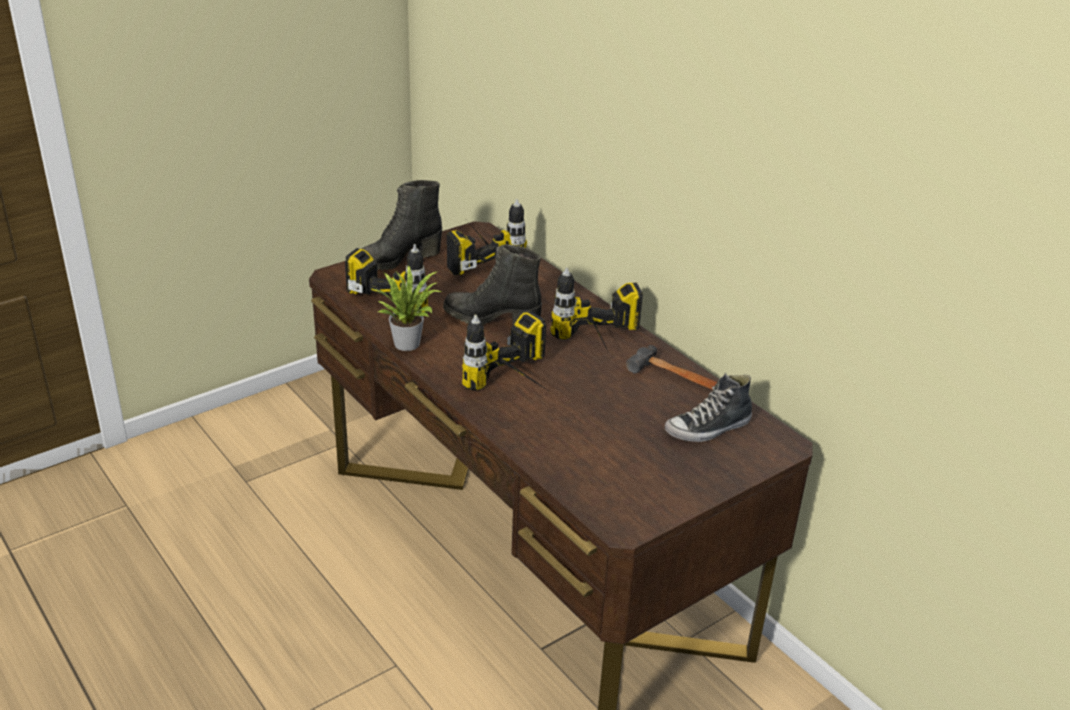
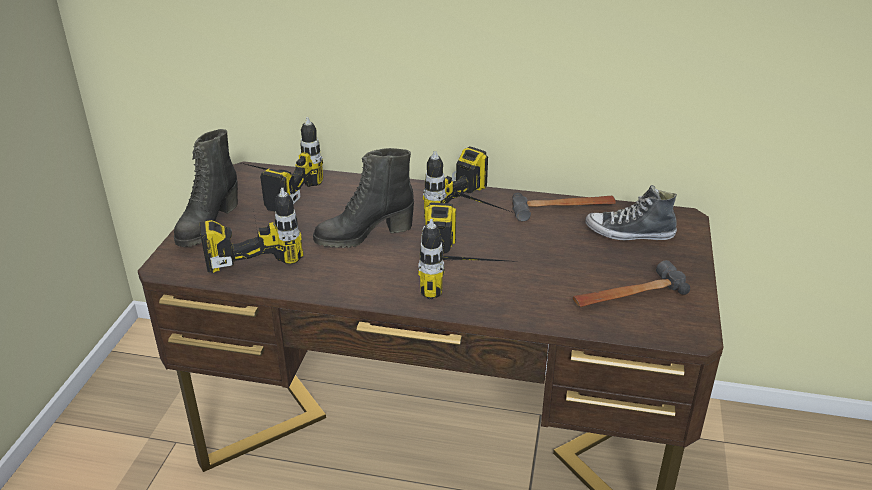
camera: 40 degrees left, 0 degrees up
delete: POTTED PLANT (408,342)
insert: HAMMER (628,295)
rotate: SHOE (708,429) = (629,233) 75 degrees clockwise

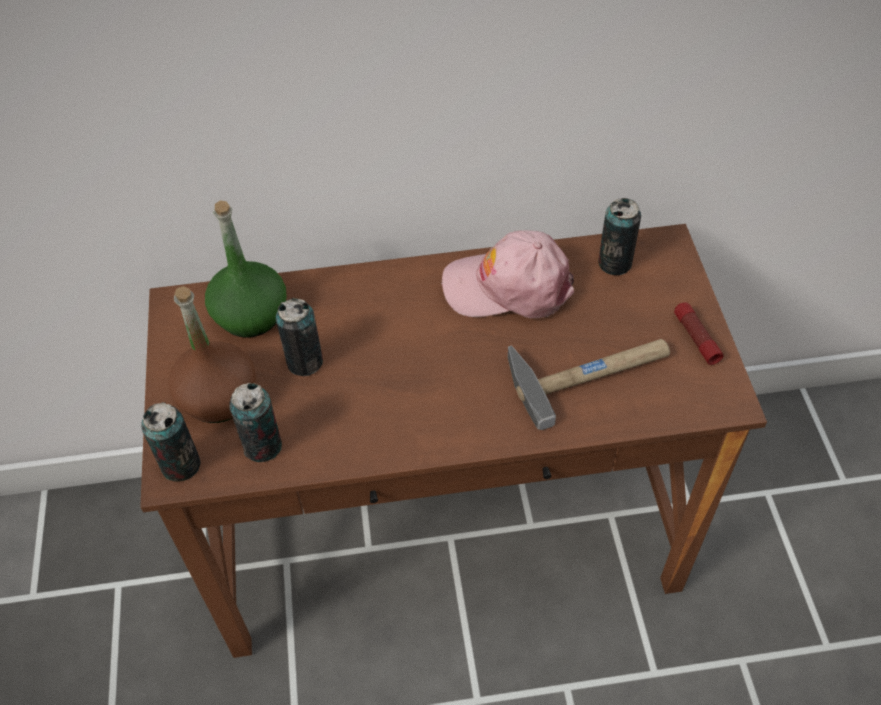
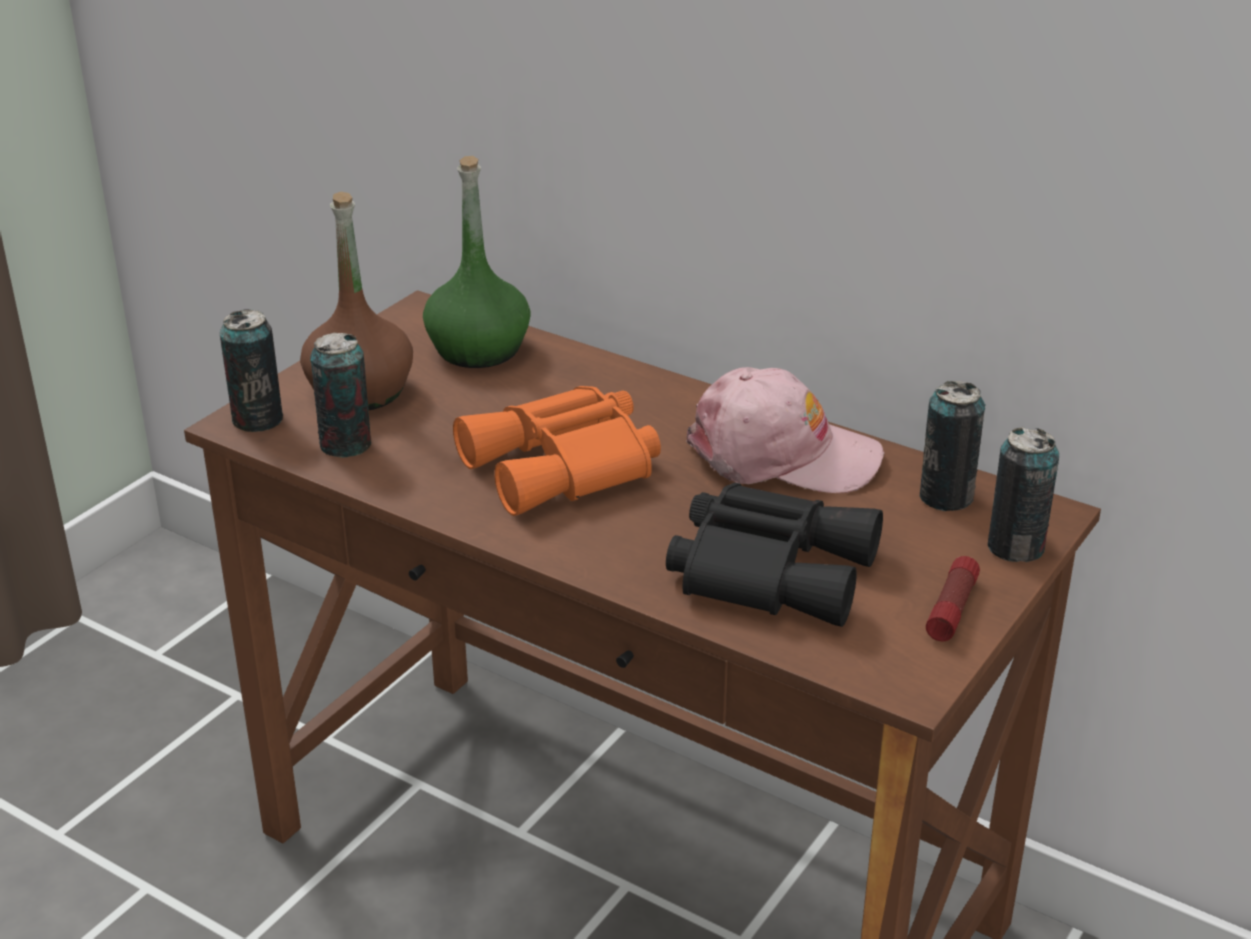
camera: 40 degrees right, 20 degrees down
insert: ORANGE BINOCULARS (565,467)
move: CAN (305,362) to (1015,547)
replace: HAMMER (590,371) to BLACK BINOCULARS (770,568)
rotate: PINK CAP (508,286) = (782,454) 150 degrees clockwise

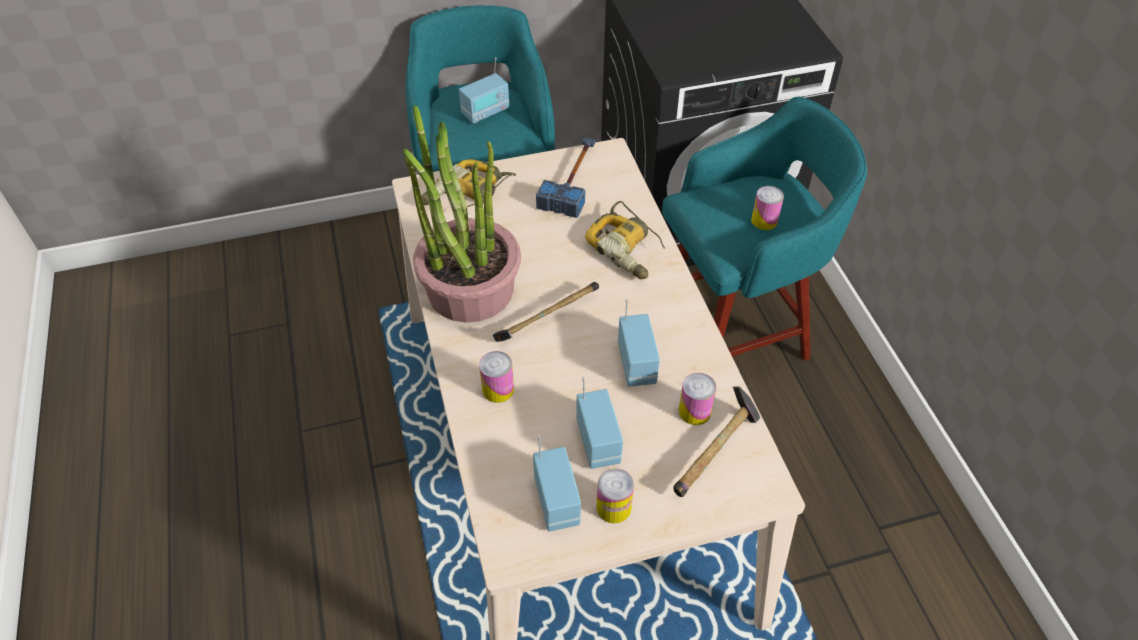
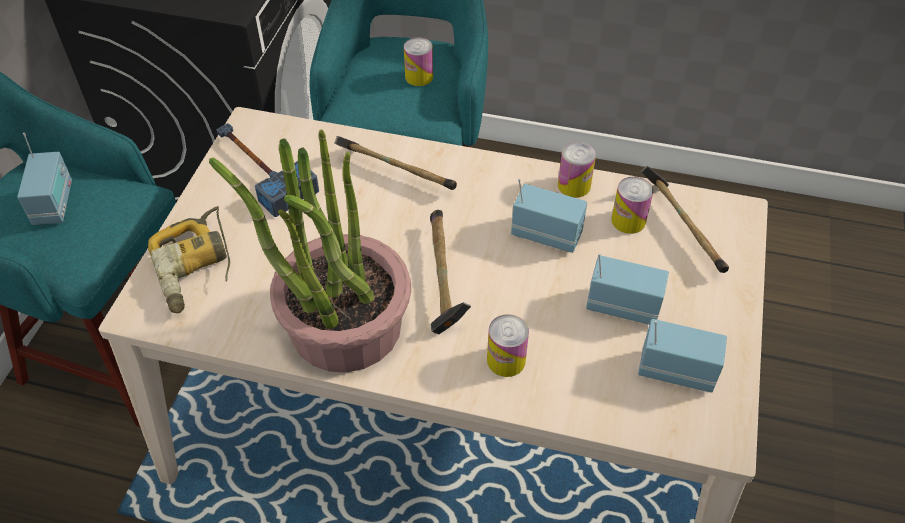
camera: 60 degrees left, 0 degrees up
move: CAN (613,507) to (574,185)
replace: POWER DRILL (628,248) to HAMMER (394,173)

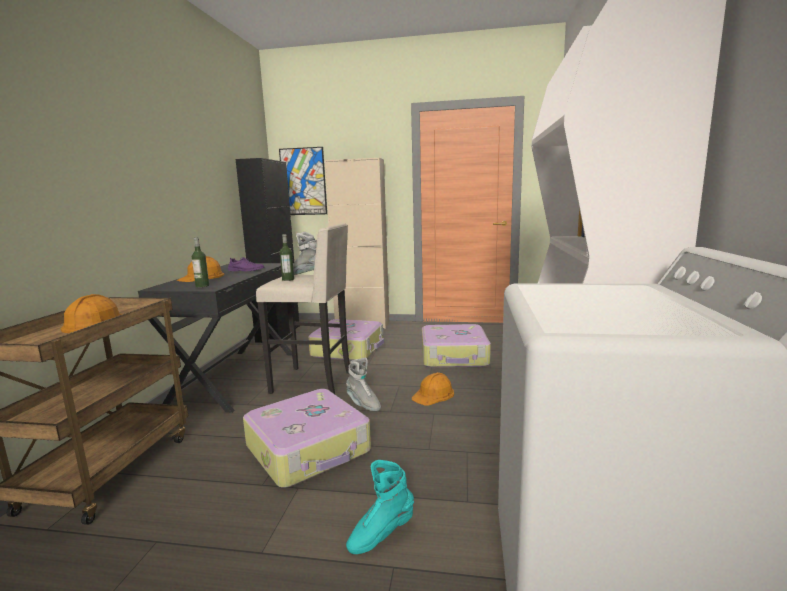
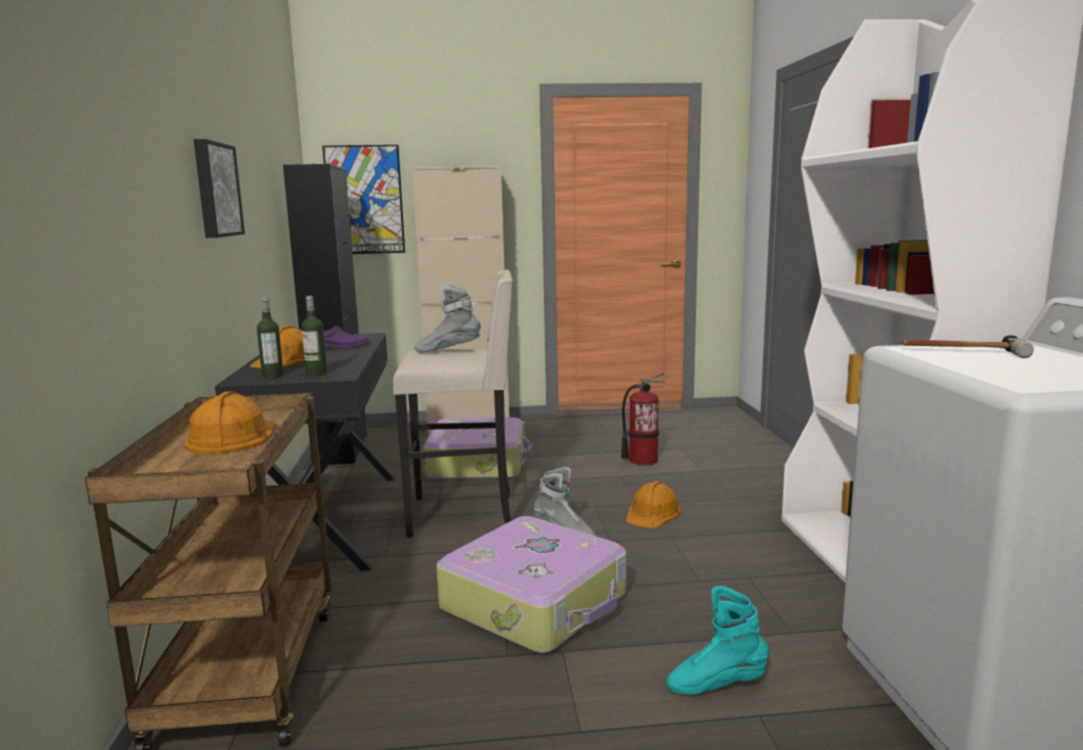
camera: 15 degrees left, 0 degrees up
insert: PICTURE (215,190); HAMMER (962,351)
move: BOTTLE (288,279) to (272,375)
replace: SUITCASE (454,356) to FIRE EXTINGUISHER (642,460)
rotate: TURQUOISE BOOT (381,534) = (716,684) 45 degrees clockwise

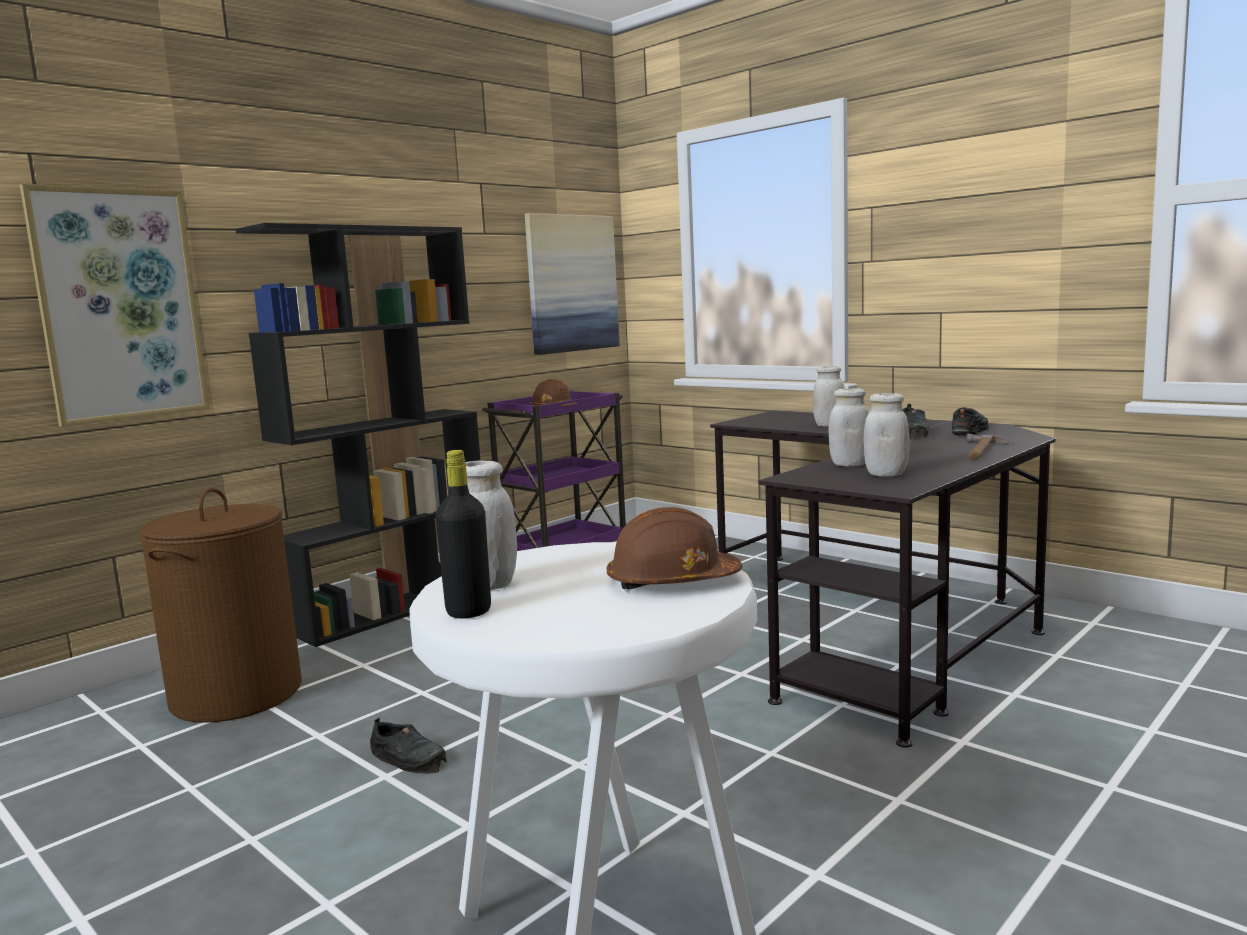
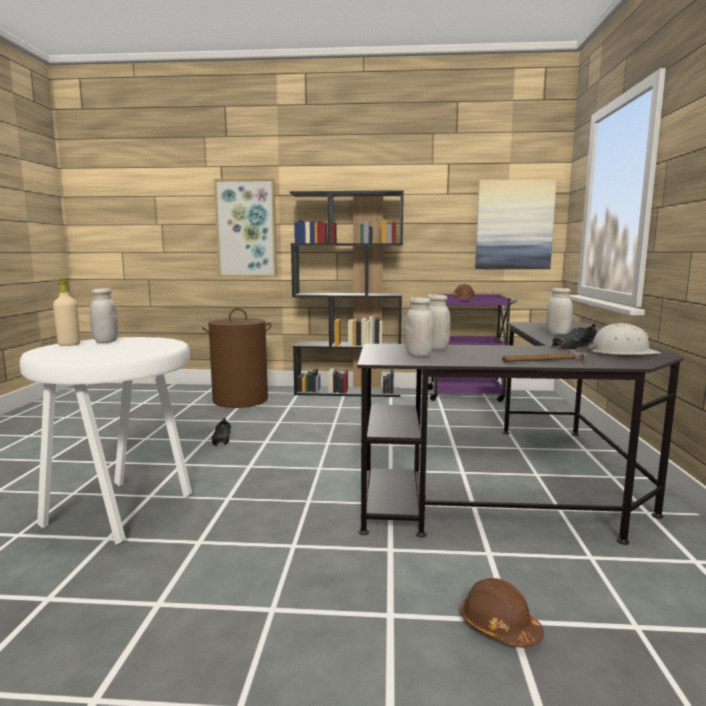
camera: 50 degrees right, 0 degrees up
move: BROWN HARD HAT (672,582) to (499,627)
replace: BLACK SHOE (969,430) to WHITE HARD HAT (622,352)
recolor: BLACK BOTTLE (468,611) to BEIGE BOTTLE (69,344)

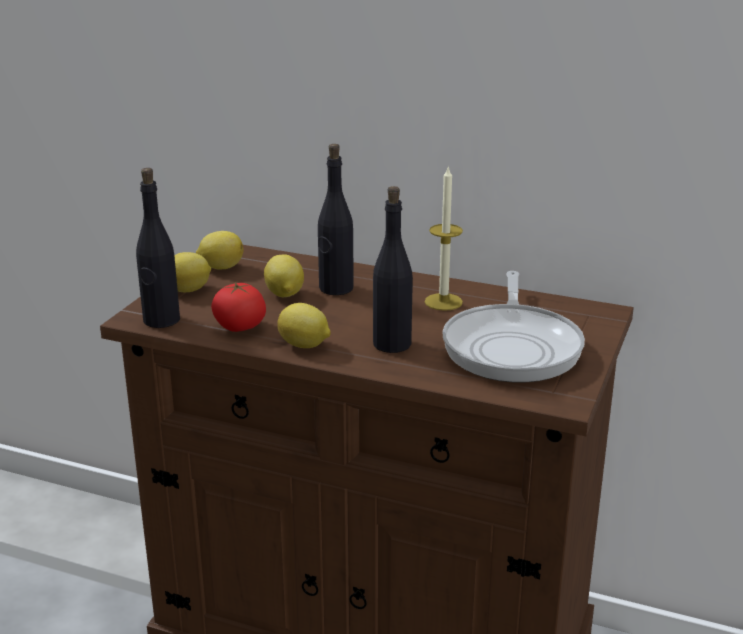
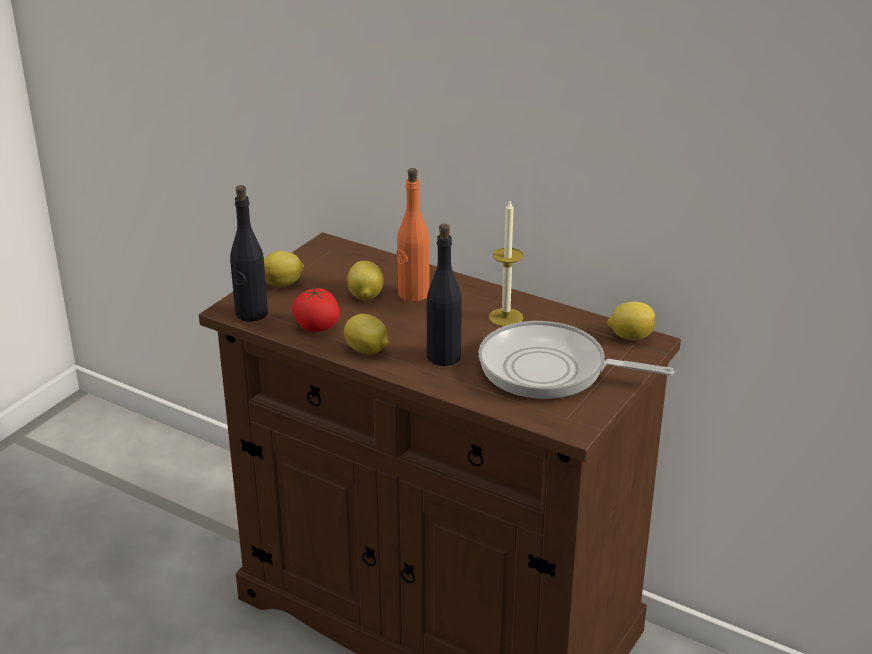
camera: 10 degrees right, 5 degrees up
move: LEMON (220,267) to (630,337)
recolor: BLACK BOTTLE (335,288) to ORANGE BOTTLE (413,294)
rotate: FRYING PAN (512,347) = (550,370) 90 degrees clockwise

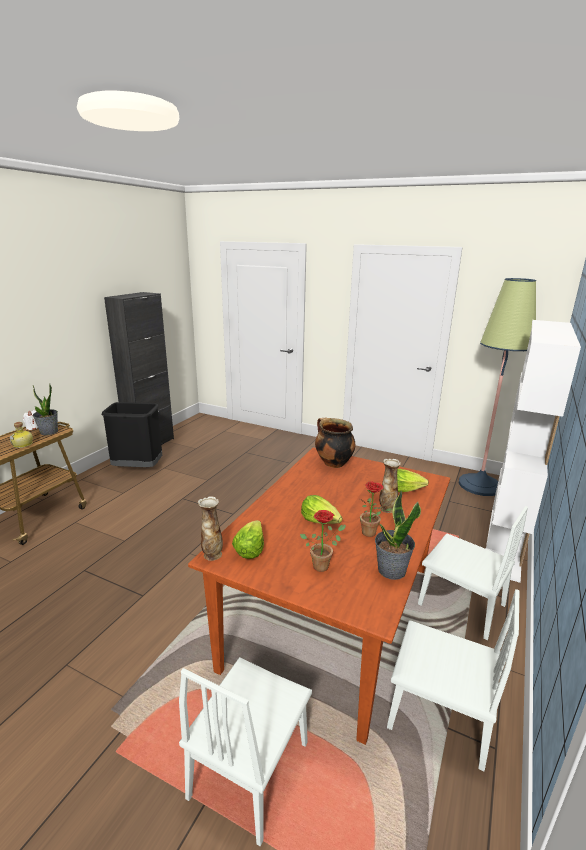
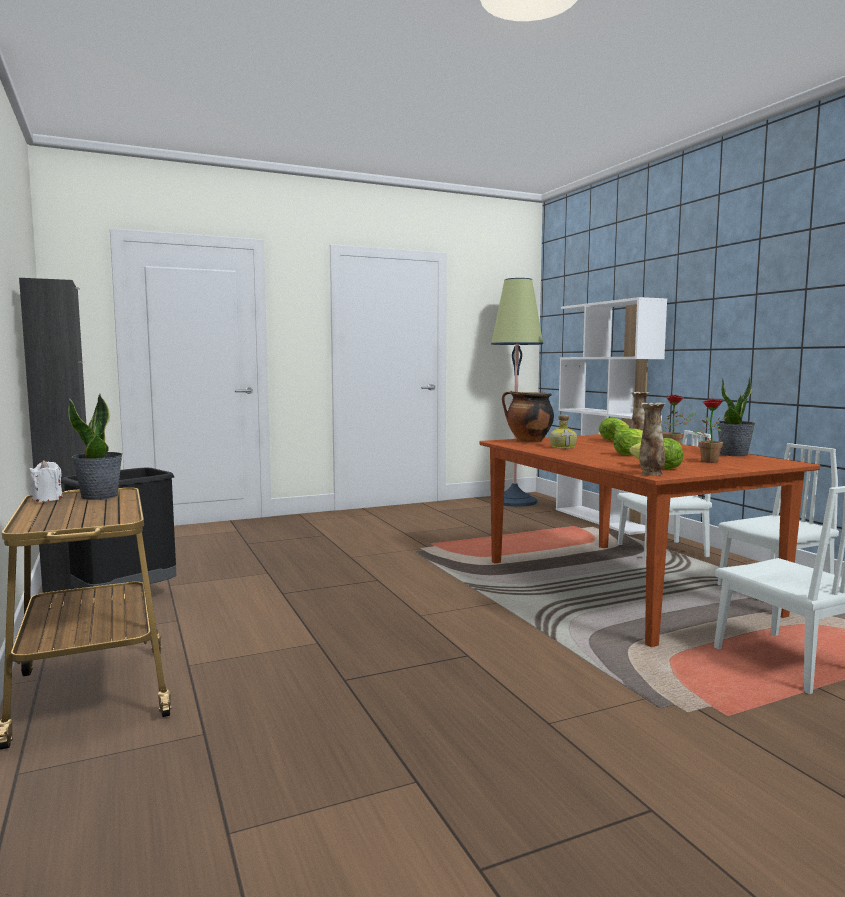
camera: 50 degrees left, 15 degrees down
move: BOTTLE (23,444) to (563,447)

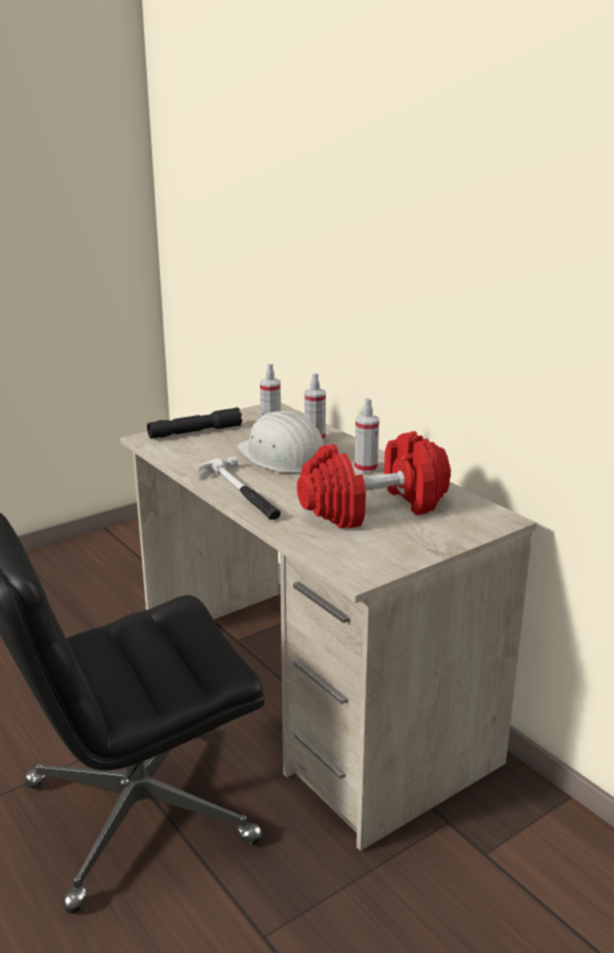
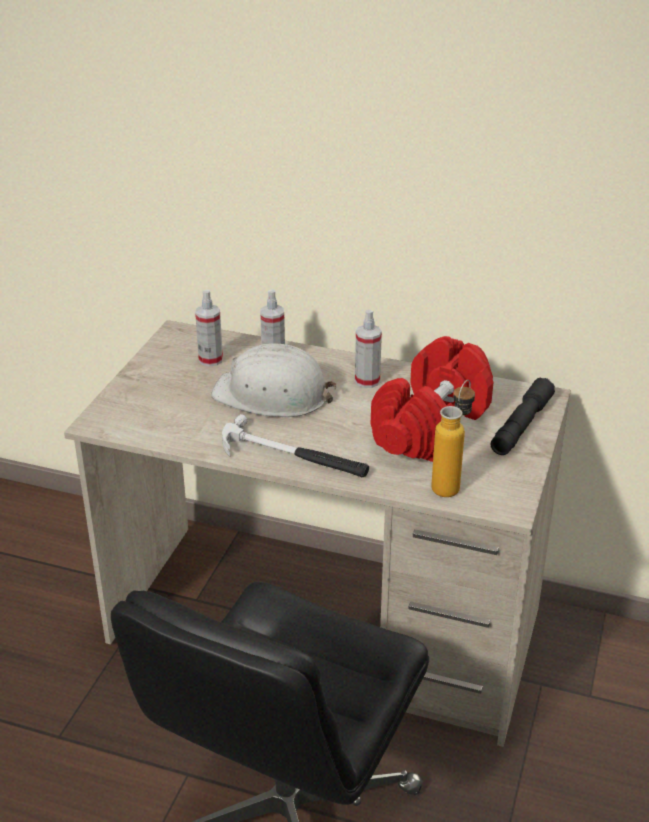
camera: 35 degrees left, 10 degrees up
insert: BOTTLE (450,483)
move: BLACK FLASHLIGHT (195,432) to (521,425)

